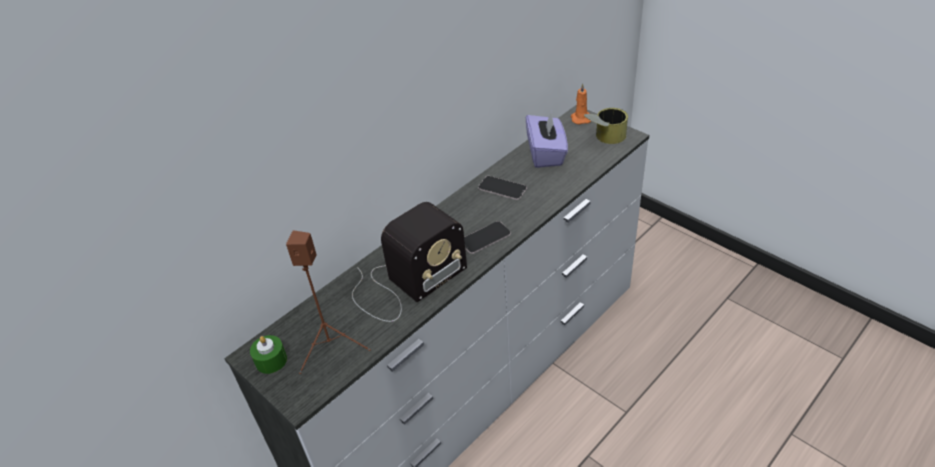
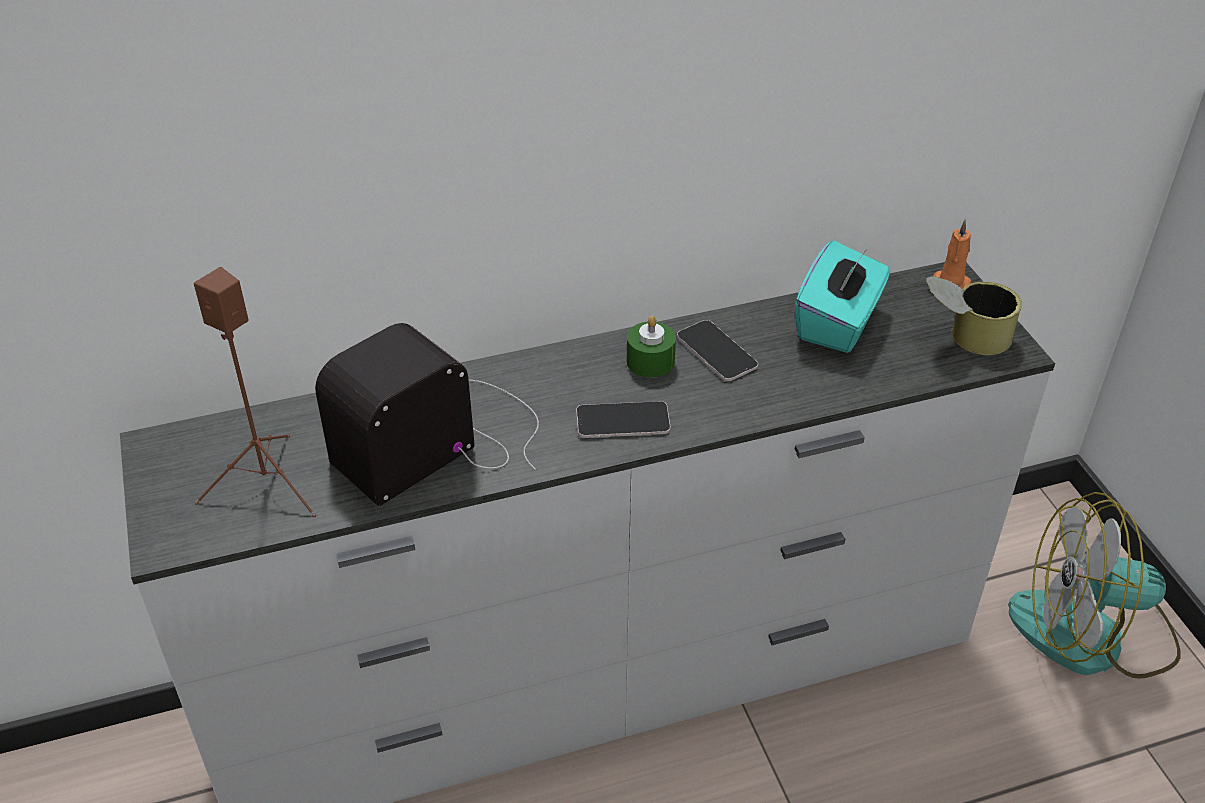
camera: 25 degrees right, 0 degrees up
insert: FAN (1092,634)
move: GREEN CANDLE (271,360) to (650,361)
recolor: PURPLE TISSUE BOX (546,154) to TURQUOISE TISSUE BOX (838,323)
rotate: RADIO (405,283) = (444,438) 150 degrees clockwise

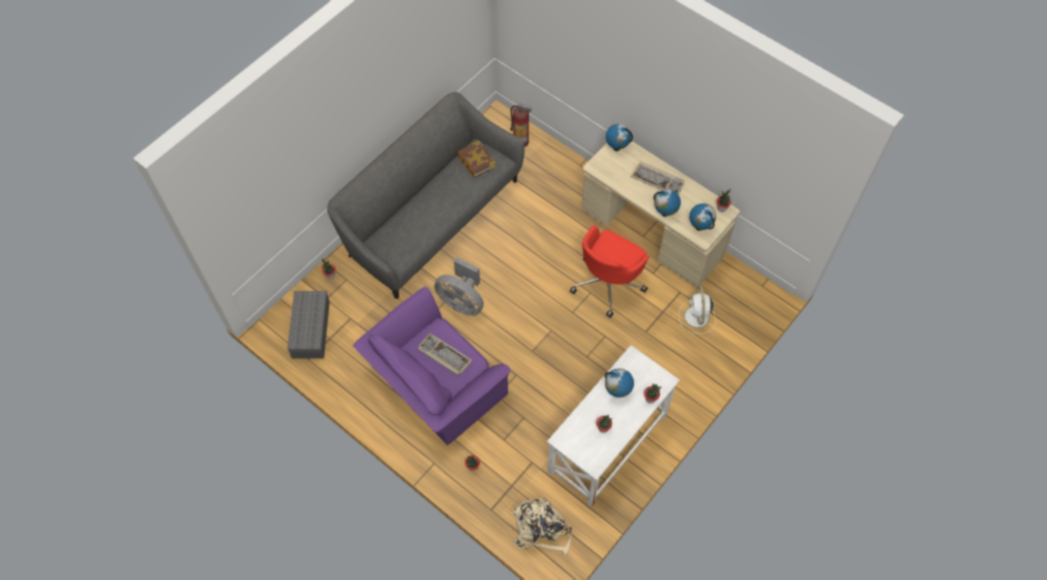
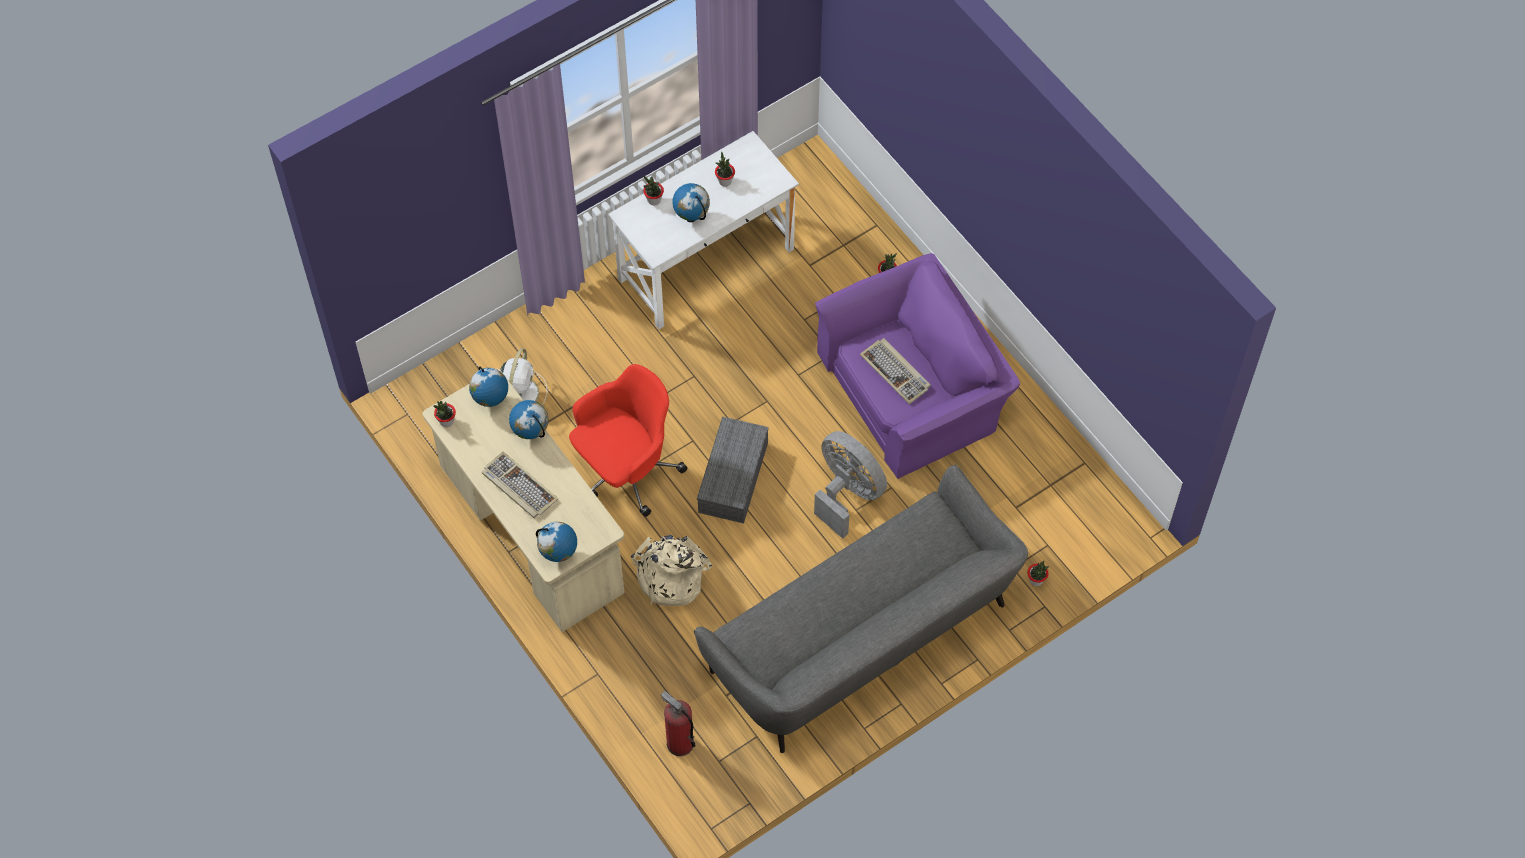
camera: 165 degrees left, 0 degrees up
delete: BOOK (476,161)
move: BEIGE BACKPACK (541,529) to (669,576); GREY STORAGE BOX (310,328) to (734,479)

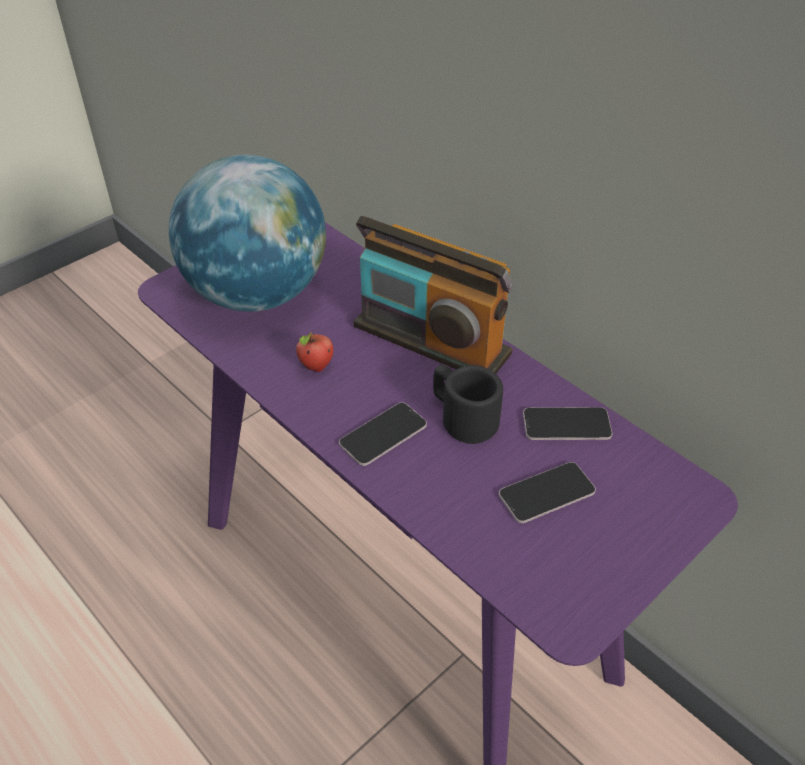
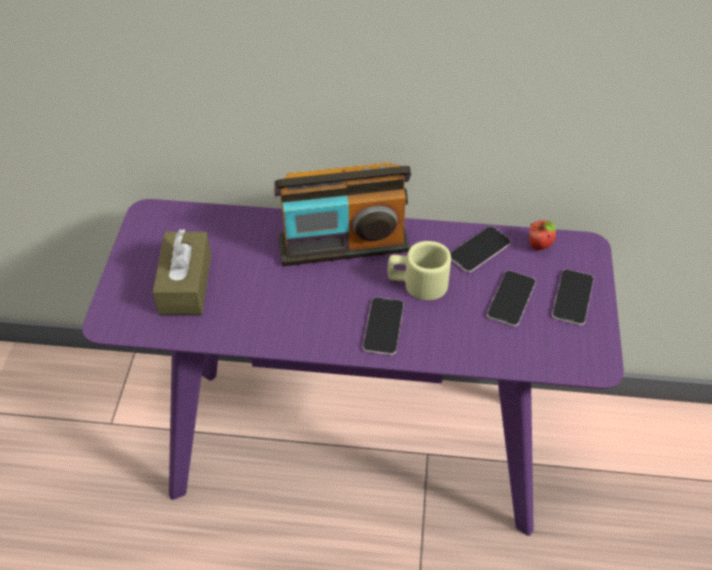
camera: 40 degrees left, 5 degrees up
insert: PHONE (572,297)
move: APPLE (316,367) to (540,246)
replace: GLOBE (257,294) to BROWN TISSUE BOX (185,284)
recolor: BLACK MUG (462,417) to BEIGE MUG (417,283)

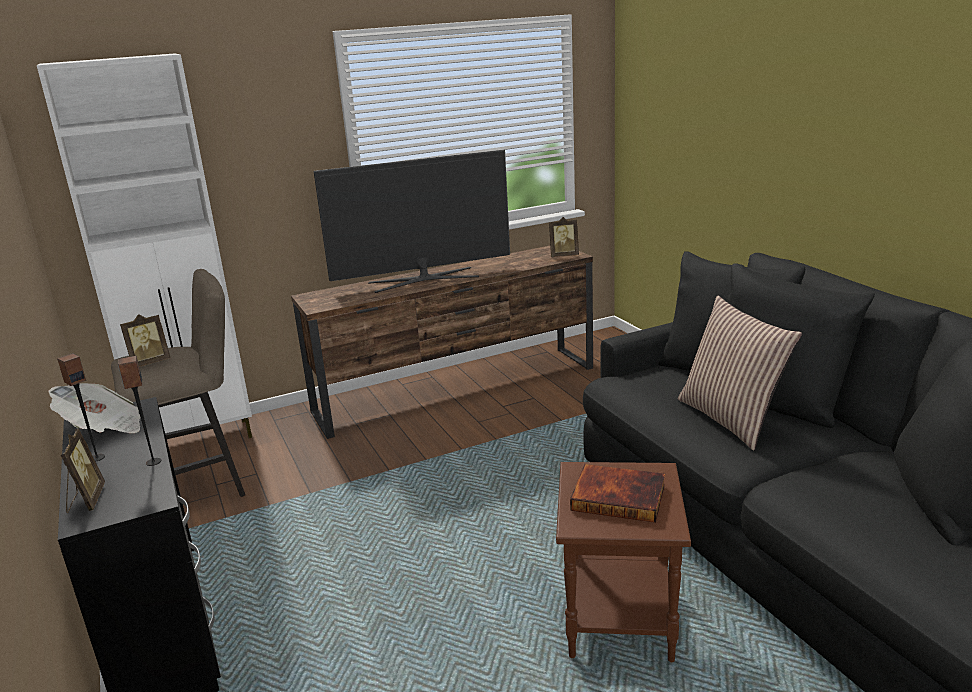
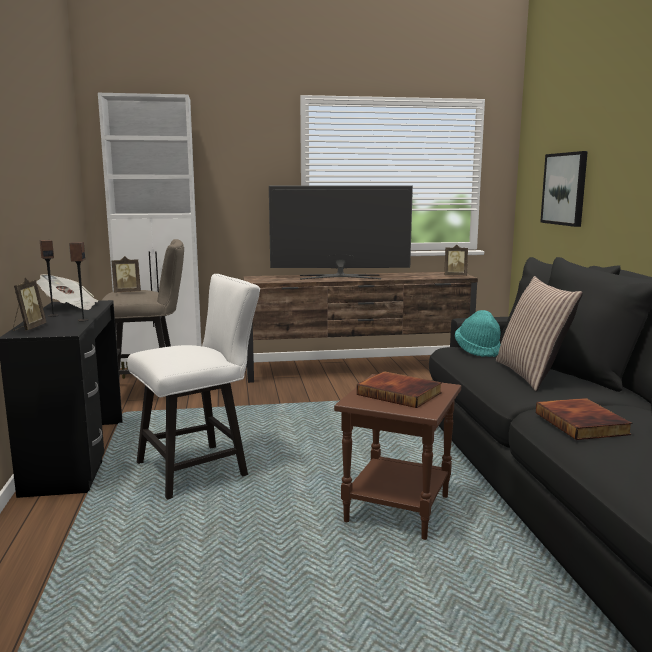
camera: 15 degrees right, 10 degrees down
insert: WHITE CHAIR (200,468); TURQUOISE HAT (478,350); BOOK (583,423); PICTURE (565,189)

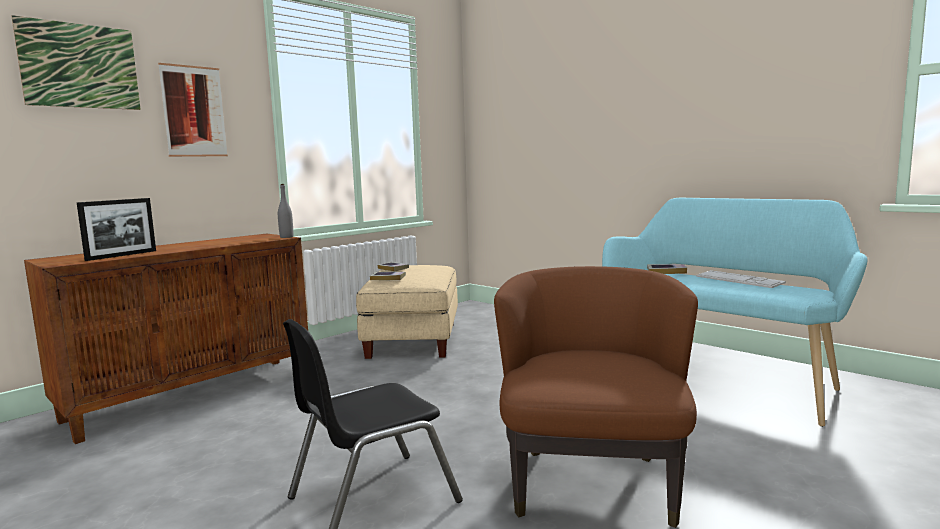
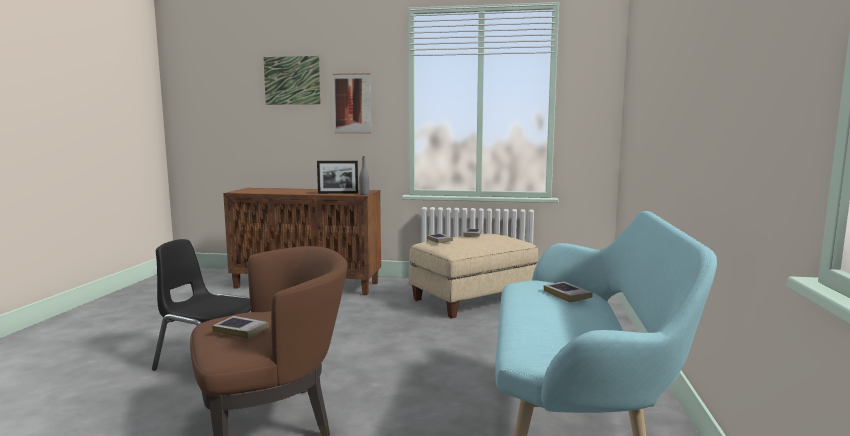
camera: 55 degrees right, 0 degrees up
delete: KEYBOARD (739,280)
insert: BOOK (241,330)
move: PICTURE FRAME (122,255) to (338,193)

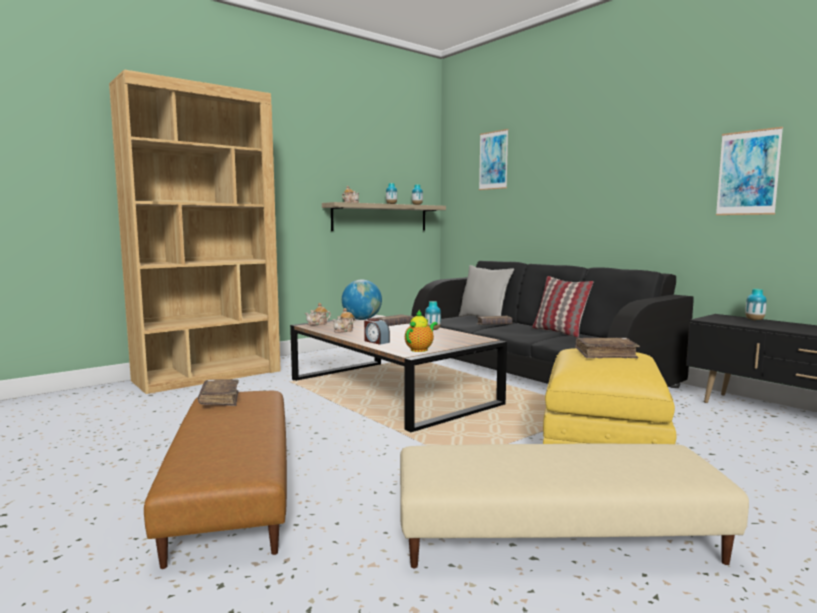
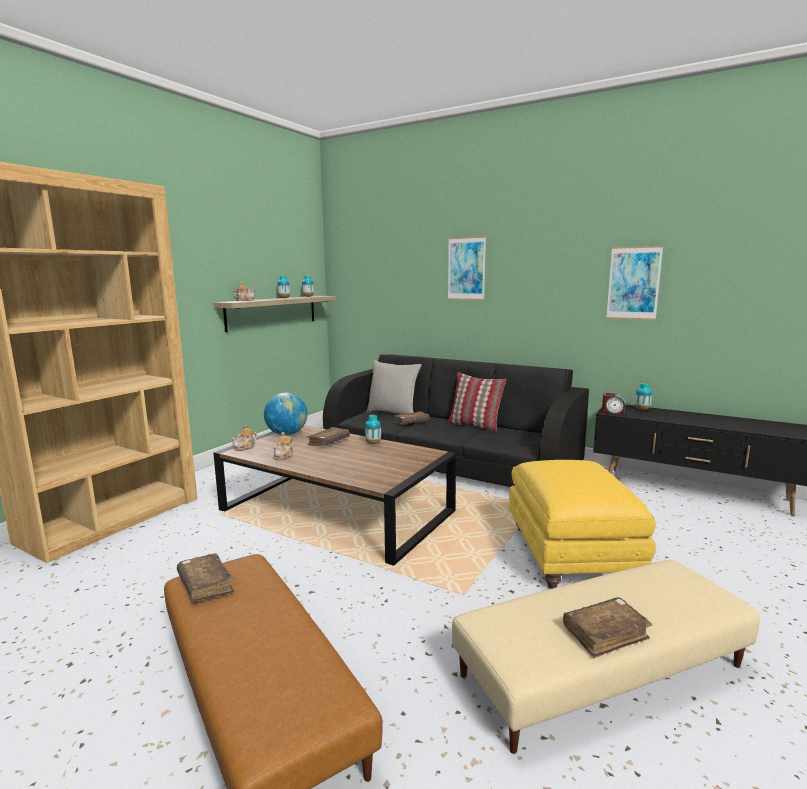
camera: 20 degrees left, 5 degrees up
delete: TEAPOT (420,349)
move: PICTURE (493,160) to (466,268); BROWN BOOK (605,354) to (605,634); ALARM CLOCK (376,341) to (612,412)

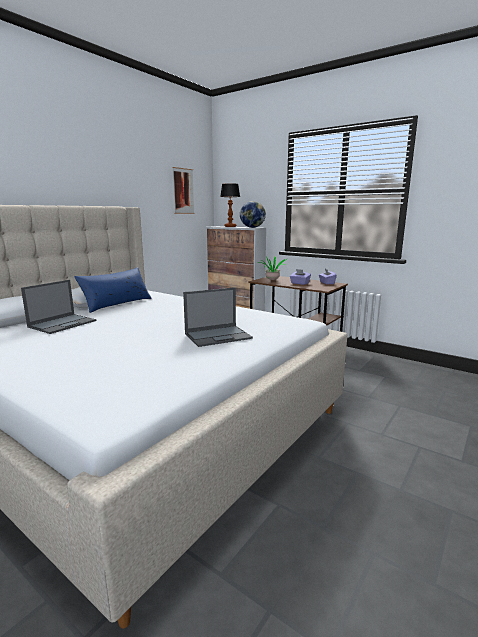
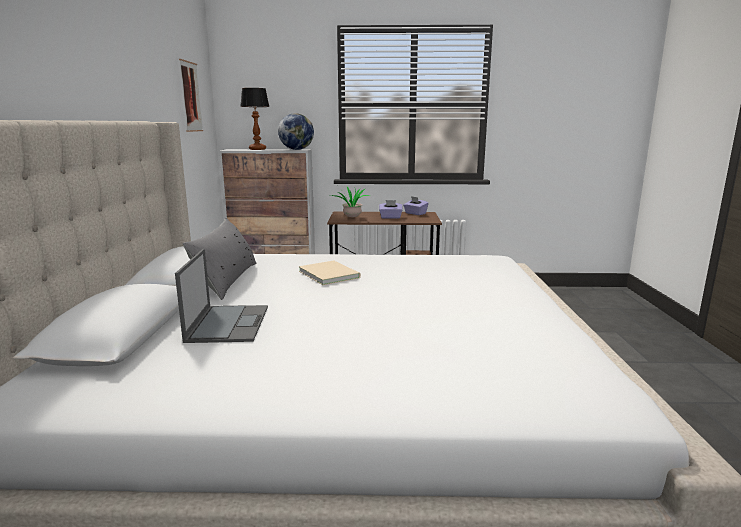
camera: 35 degrees left, 0 degrees up
delete: LAPTOP (218,336)
insert: BEIGE BOOK (329,274)
recolor: BLUE PILLOW (117,304) to GREY PILLOW (226,279)

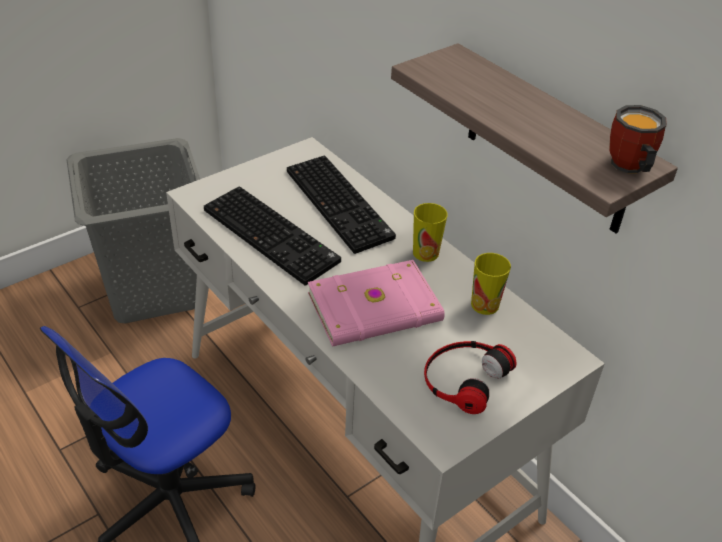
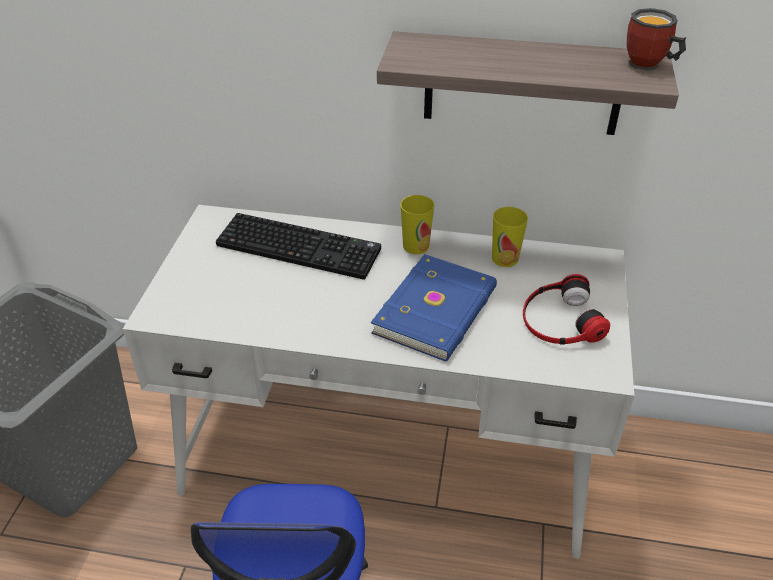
camera: 40 degrees left, 0 degrees up
delete: KEYBOARD (273,235)
recolor: PINK BOOK (376,309) to BLUE BOOK (437,311)

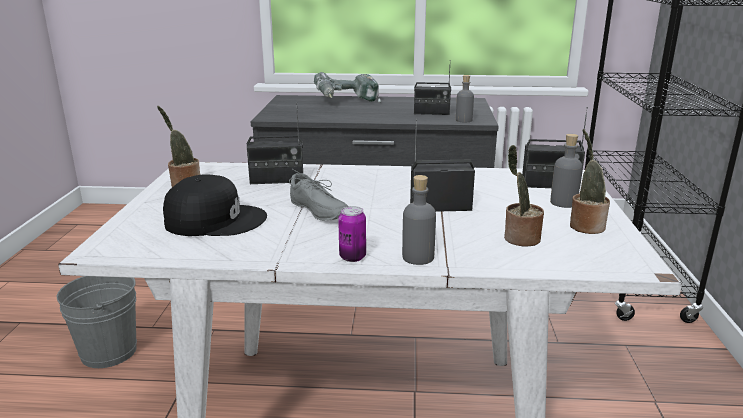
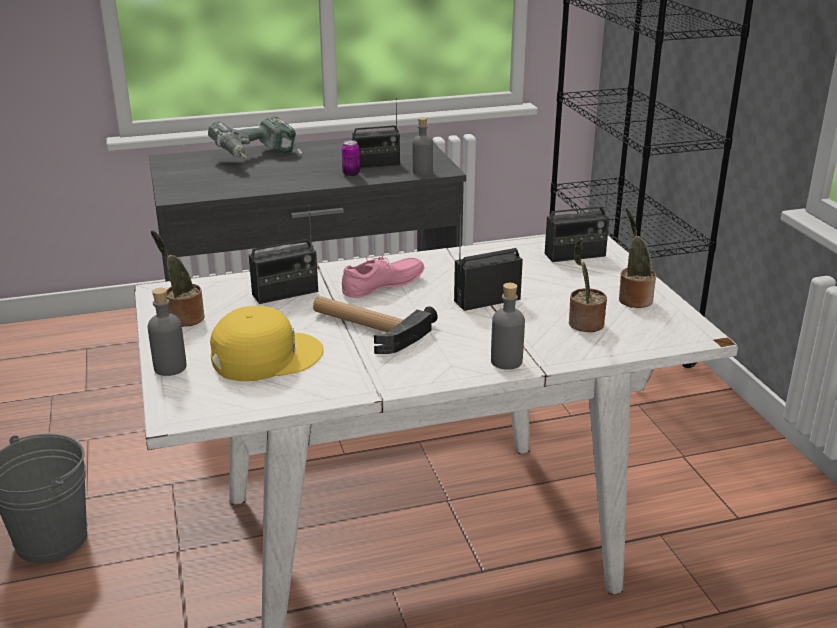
camera: 20 degrees left, 5 degrees up
insert: PINK SHOE (385,286)
move: GREY BOTTLE (563,203) to (170,367); CAN (352,257) to (351,174)
replace: GREY SHOE (316,211) to HAMMER (366,327)
recolor: BLACK CAP (215,220) to YELLOW CAP (265,356)

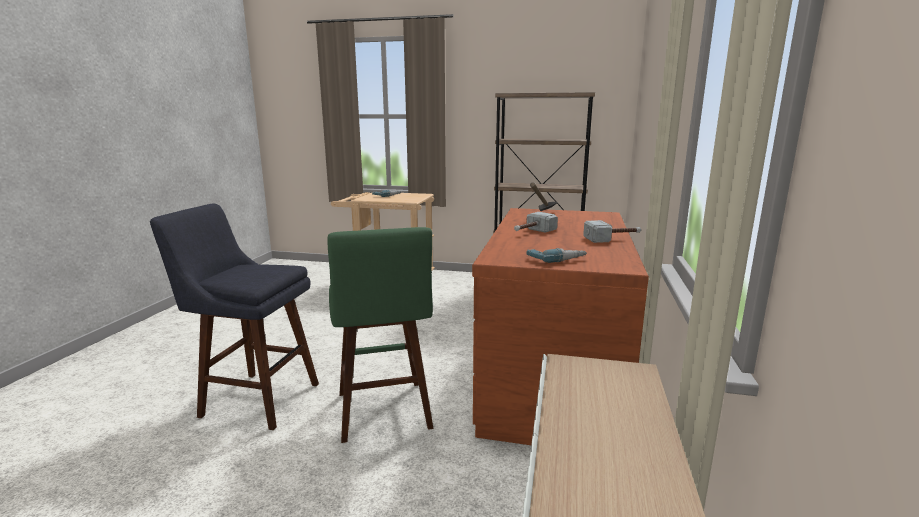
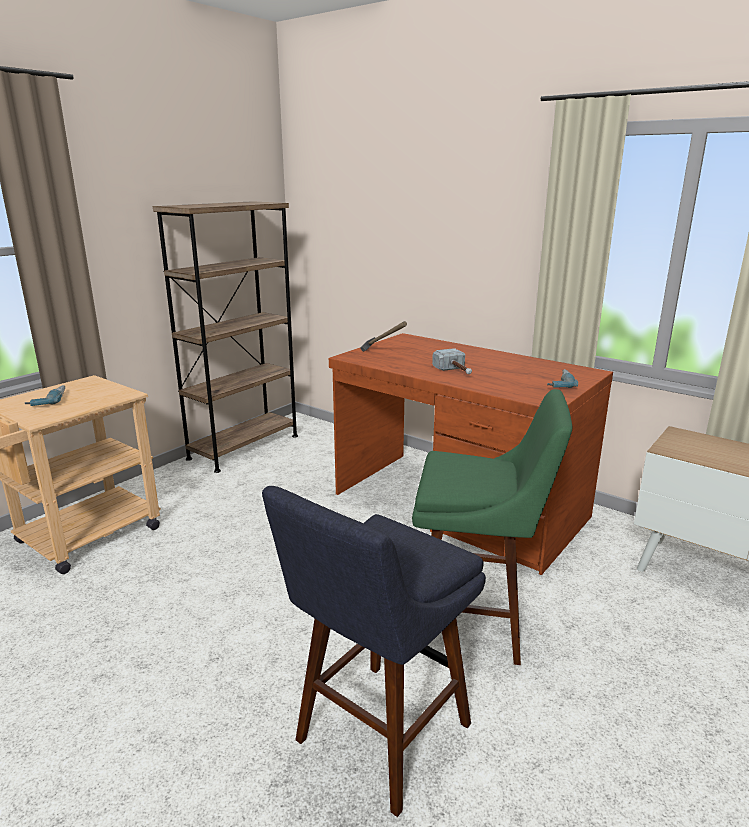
camera: 65 degrees left, 5 degrees up
delete: HAMMER (613,239)

